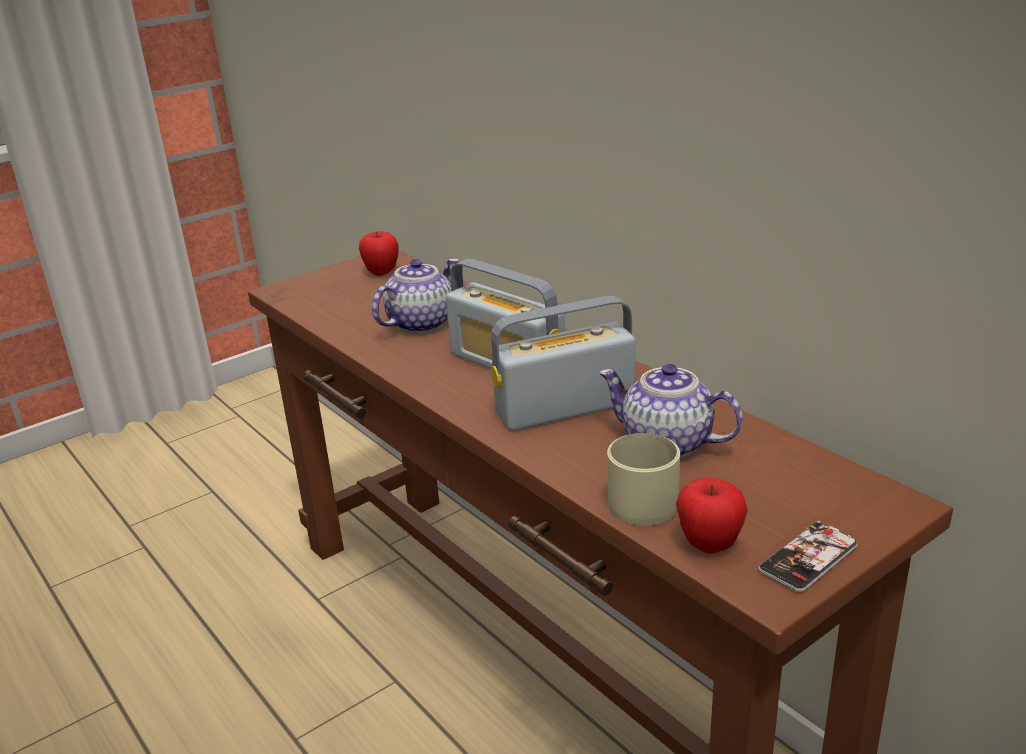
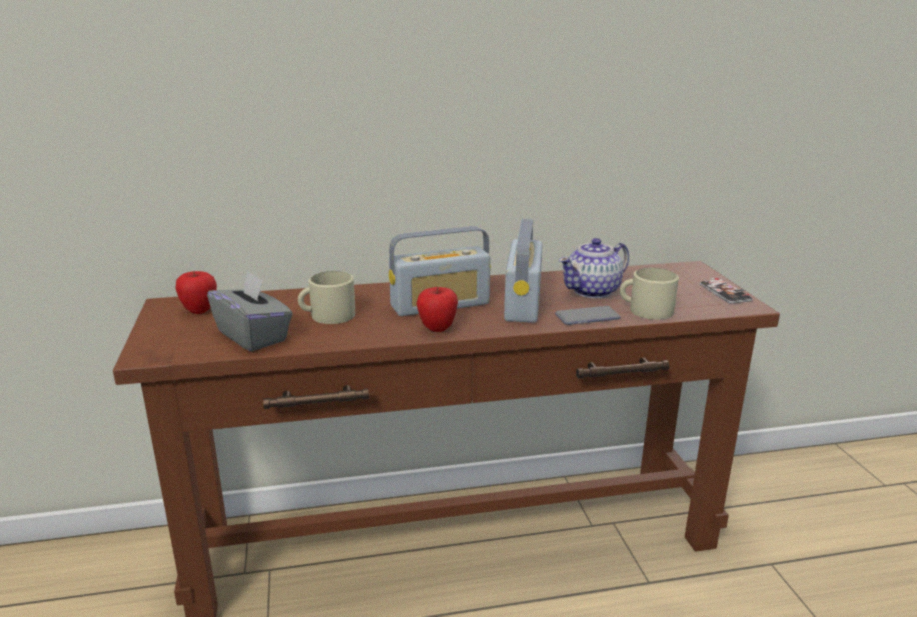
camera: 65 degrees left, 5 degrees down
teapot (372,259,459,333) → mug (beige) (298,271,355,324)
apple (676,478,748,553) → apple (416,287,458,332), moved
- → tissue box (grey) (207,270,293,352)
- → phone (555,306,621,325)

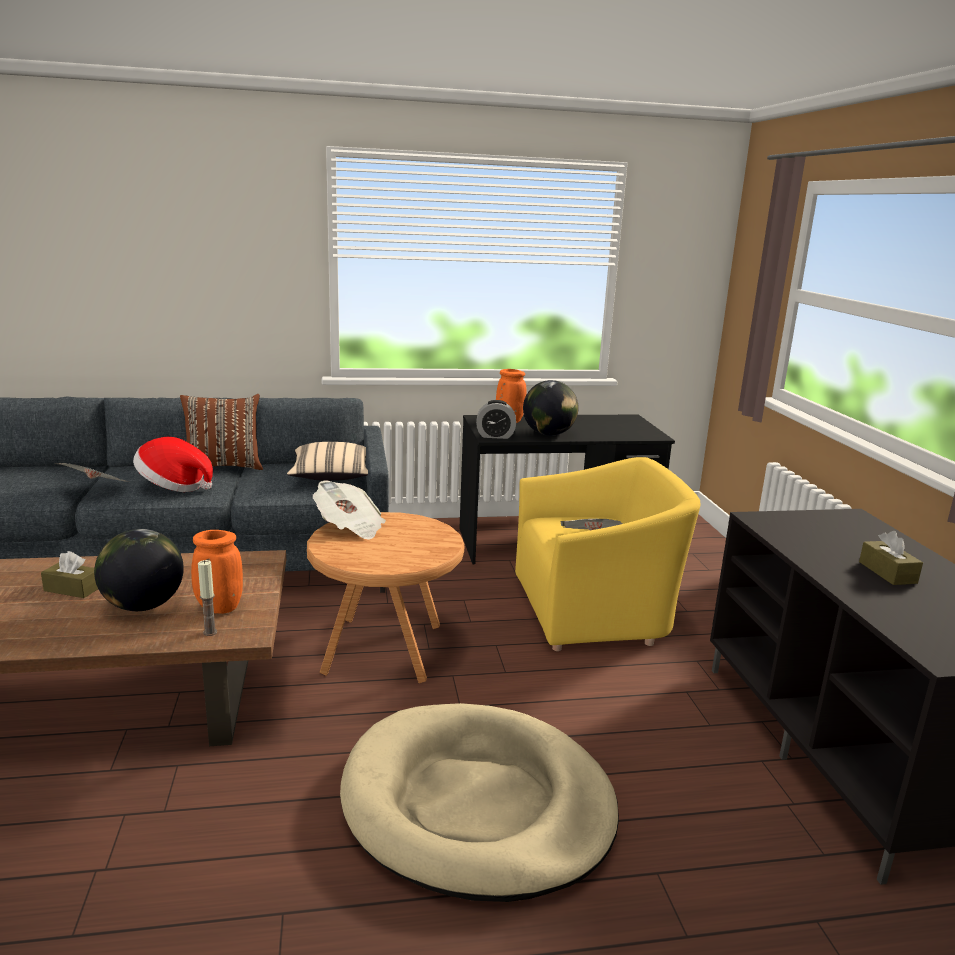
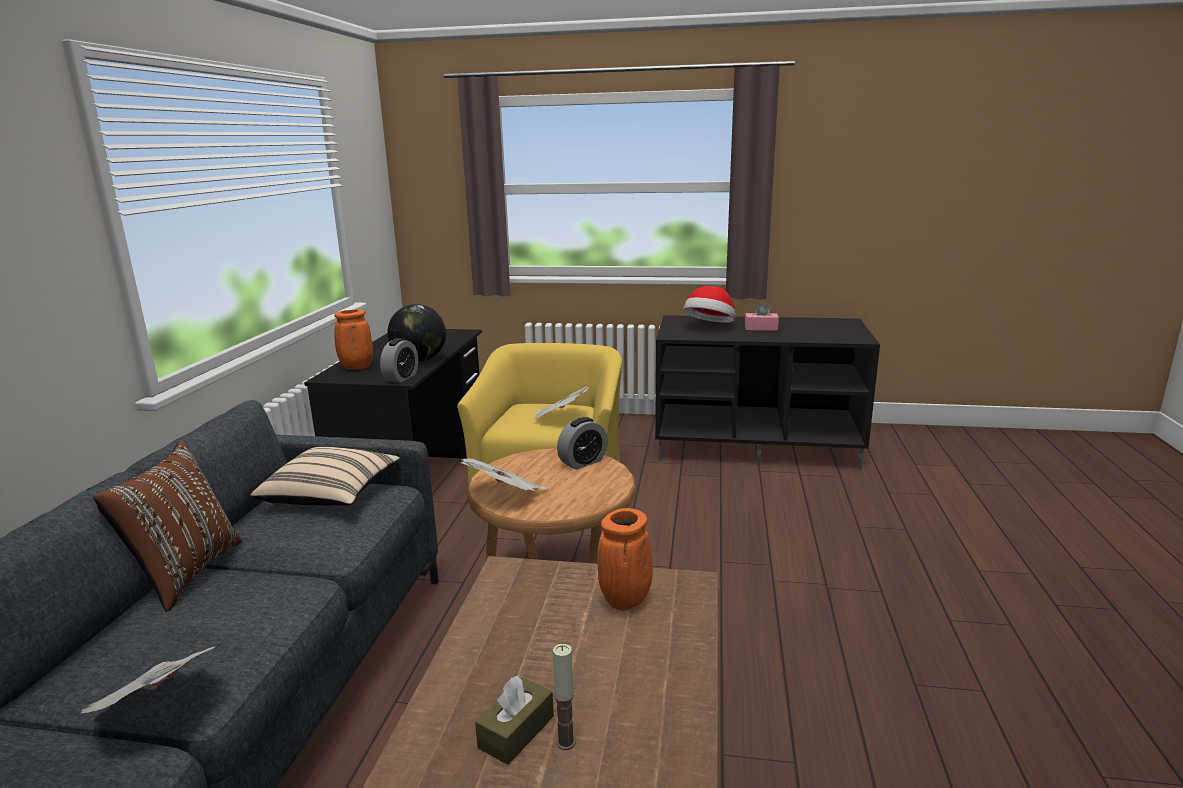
camera: 70 degrees left, 0 degrees up
hat (133,437,213,492) → hat (683,286,736,323), moved
globe (94,529,184,611) → -
tissue box (brown) (859,531,923,585) → tissue box (pink) (745,302,779,331)
candle (198,560,217,636) → candle (553,644,576,750), moved
dog bed (beige) (340,703,619,902) → -
- → alarm clock (557,417,608,470)

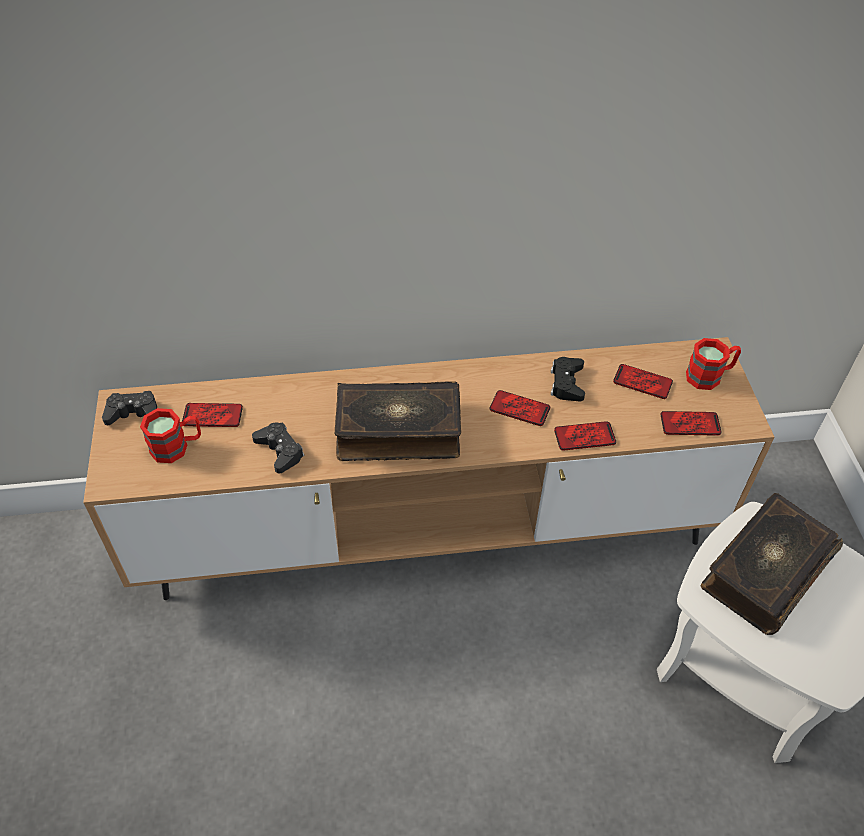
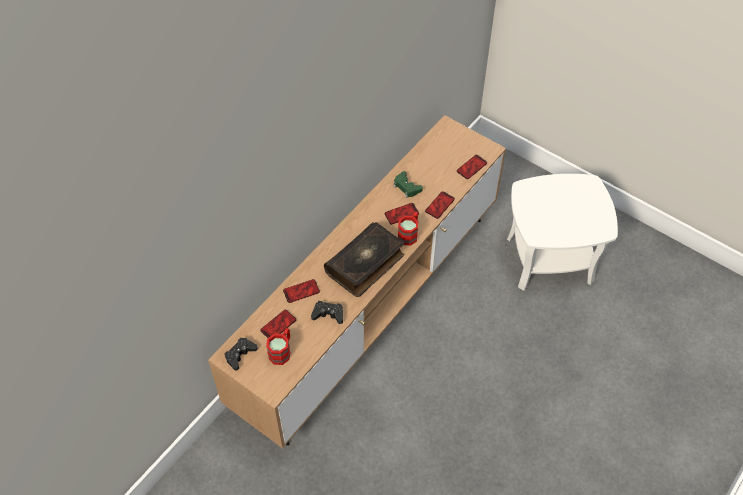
camera: 45 degrees left, 5 degrees up
mug (red) (686,338,741,390) → mug (red) (398,212,418,246), moved
game controller (black) (551,357,585,402) → game controller (green) (394,171,423,198)
phone (613,364,673,399) → phone (283,279,320,303), moved
book (700,493,843,635) → -

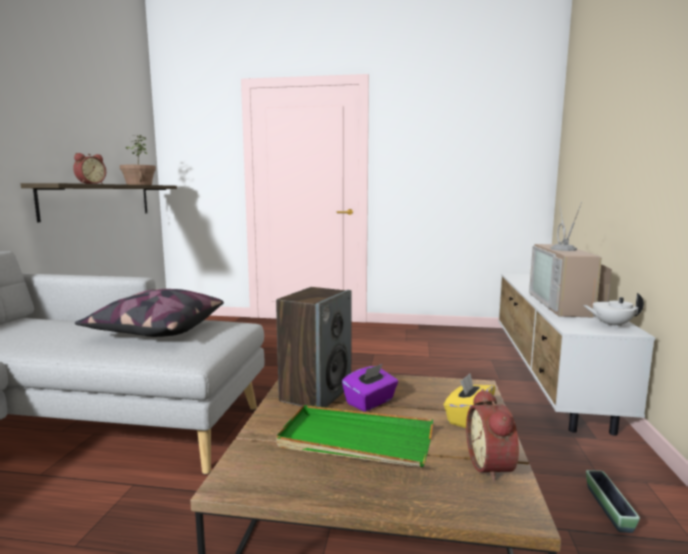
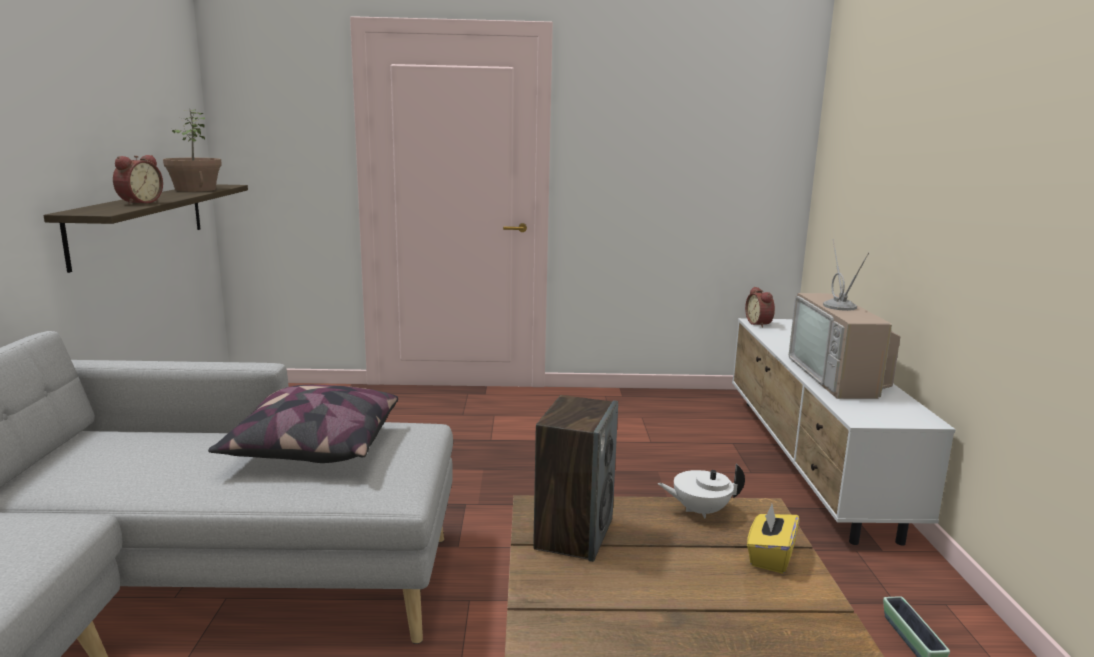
camera: 10 degrees left, 5 degrees up
teapot (white) (583,293,644,328) → teapot (white) (658,464,745,518), moved
tissue box (purple) (342,364,398,412) → -
alarm clock (466,389,519,483) → alarm clock (745,286,775,328), moved
tray (green) (276,405,433,467) → -

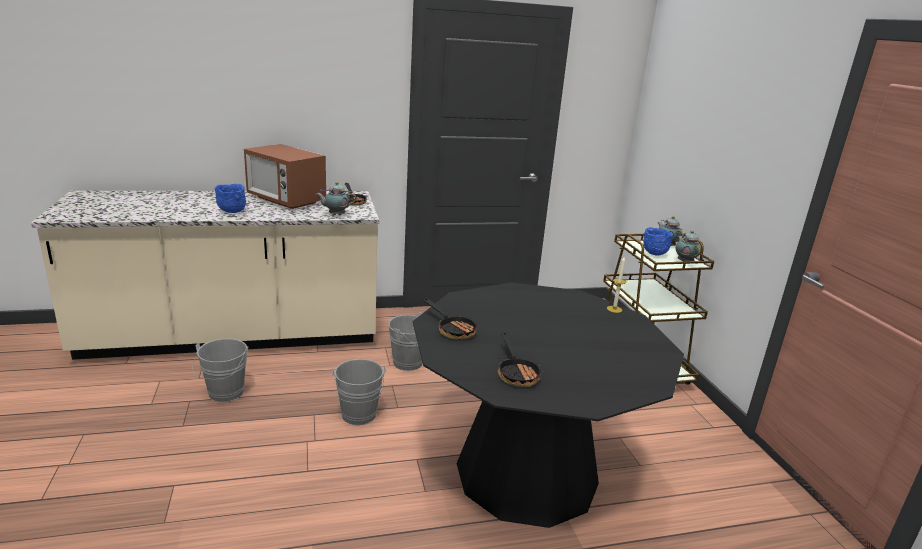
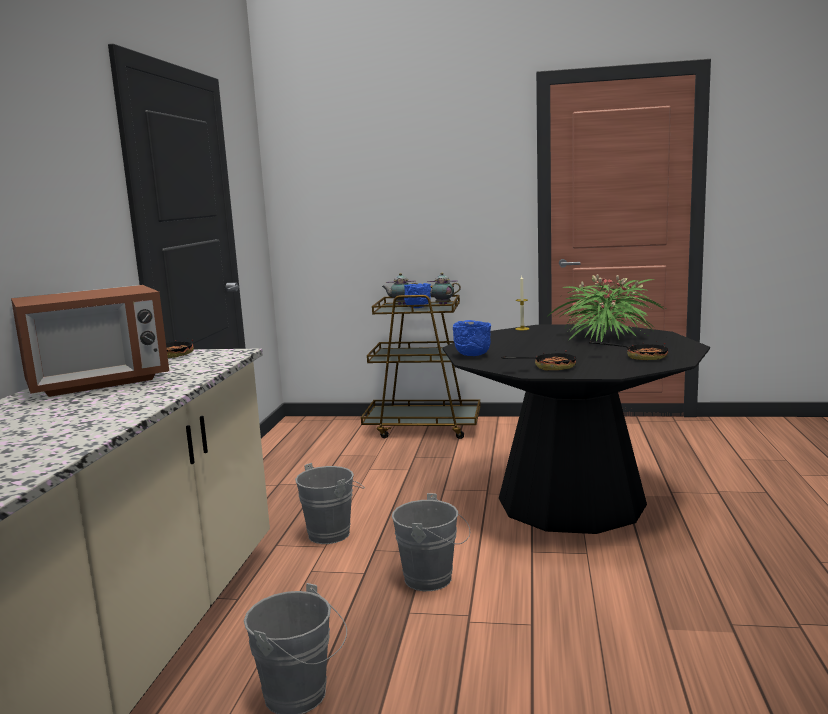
camera: 65 degrees left, 10 degrees down
teapot (315,182,357,215) → -
bowl (blue) (214,184,246,213) → bowl (blue) (453,320,491,356), moved
- → potted plant (547,274,665,342)

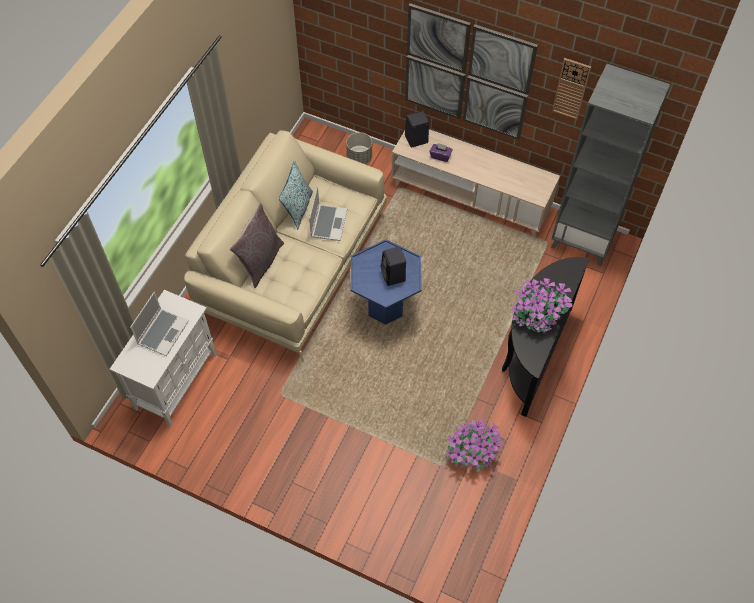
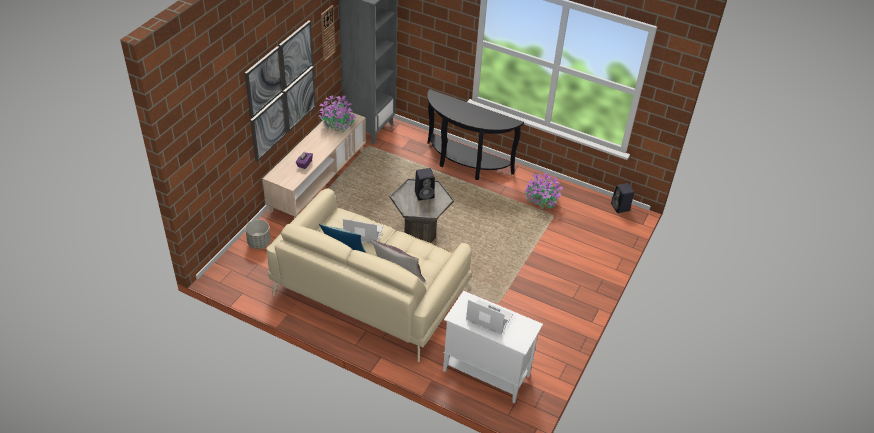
camera: 90 degrees left, 15 degrees down
speaker (black) (405,110,429,147) → speaker (black) (611,183,634,213), moved
side table (blue) (350,239,422,325) → side table (grey) (390,178,454,243)
potted plant (512,278,572,332) → potted plant (319,95,356,132), moved

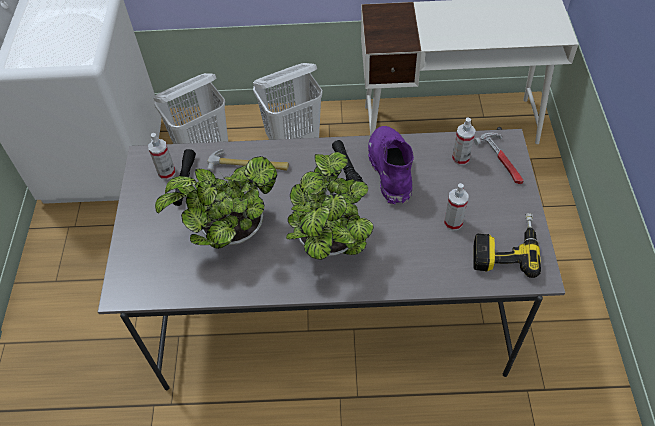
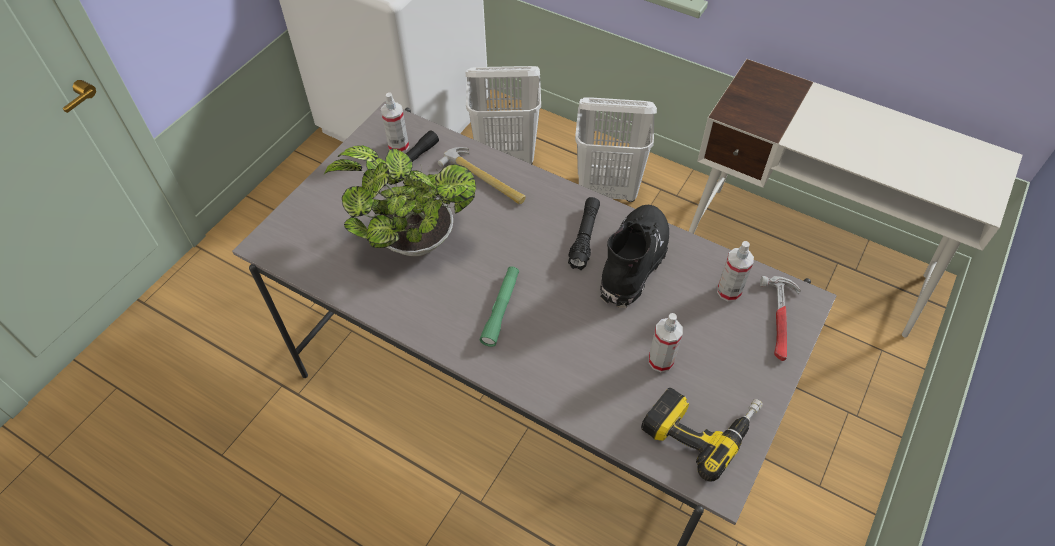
camera: 30 degrees right, 0 degrees up
boot (purple) (368,126,414,205) → boot (black) (600,205,669,308)
potted plant (286,152,374,260) → flashlight (green) (480,266,519,347)

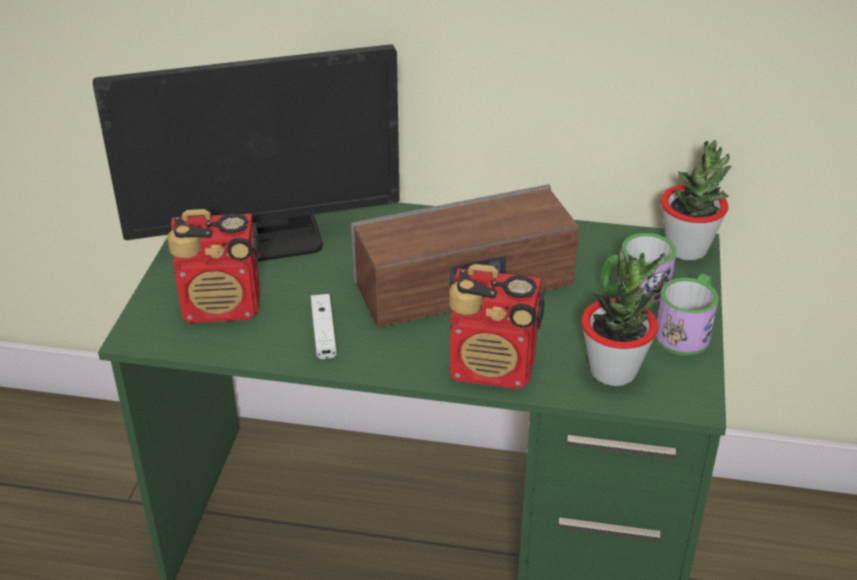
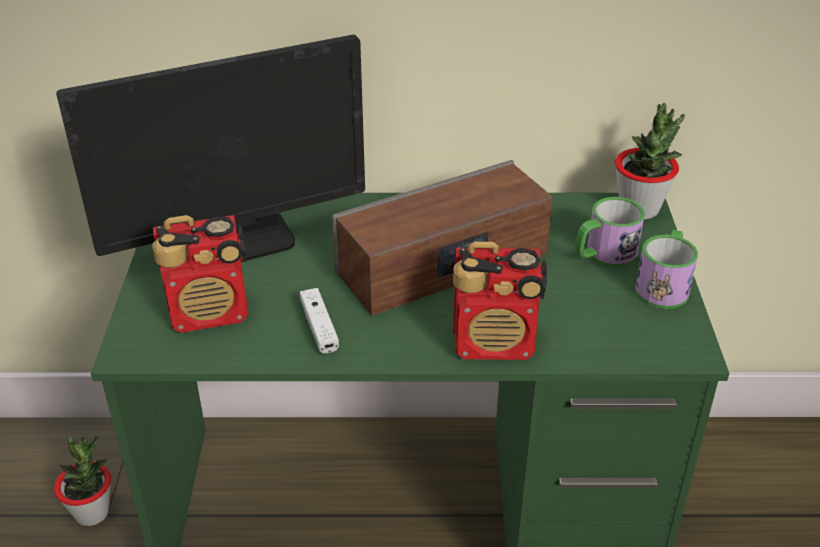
camera: 10 degrees left, 0 degrees up
potted plant (581,250,665,386) → potted plant (54,436,111,526), moved

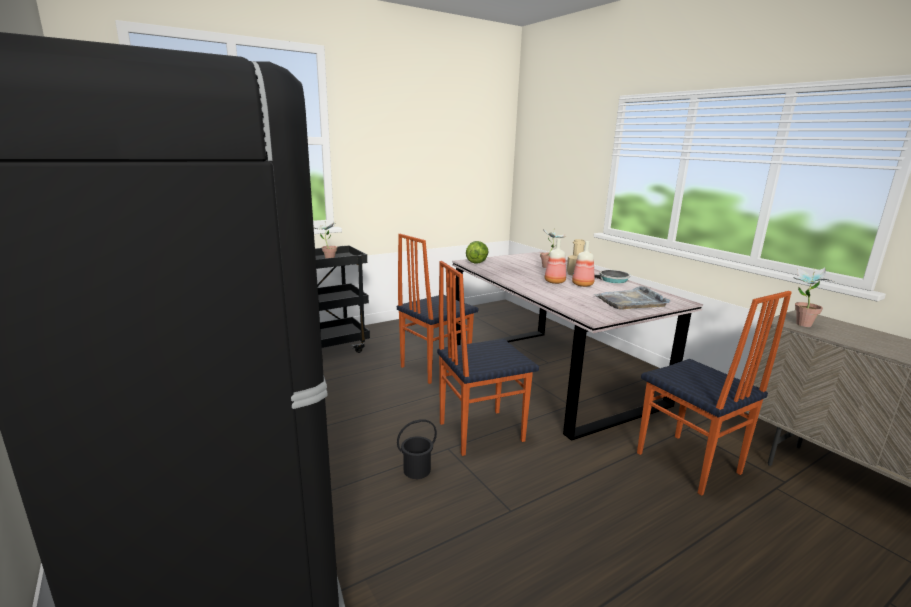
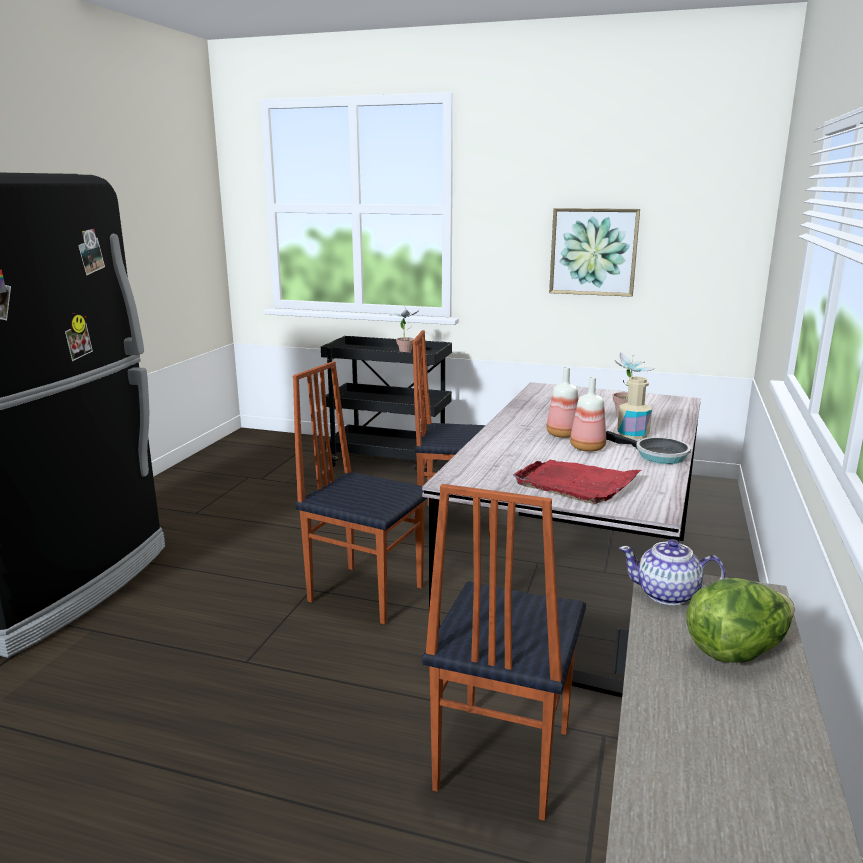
camera: 50 degrees right, 0 degrees up
lettuce (466,241,489,264) → lettuce (686,578,794,663), moved
potted plant (793,267,836,327) → teapot (619,539,725,605)
tray (grey) (594,286,671,310) → tray (red) (513,460,641,504)
bucket (black) (397,419,437,479) → -
- → picture (549,208,640,297)

